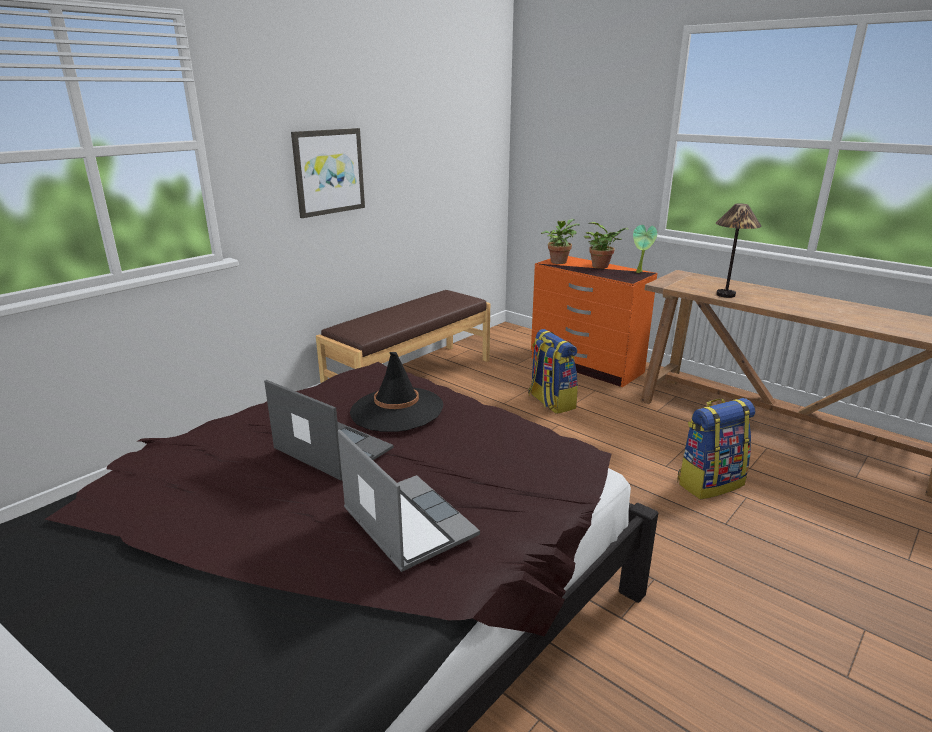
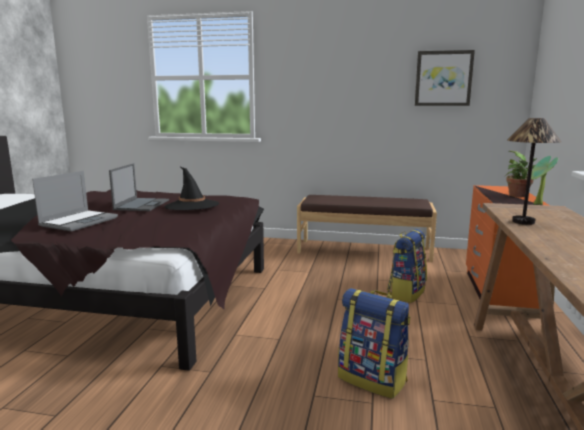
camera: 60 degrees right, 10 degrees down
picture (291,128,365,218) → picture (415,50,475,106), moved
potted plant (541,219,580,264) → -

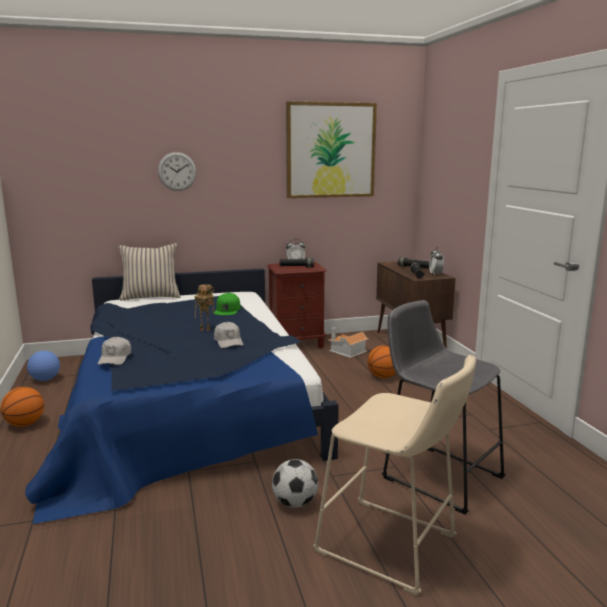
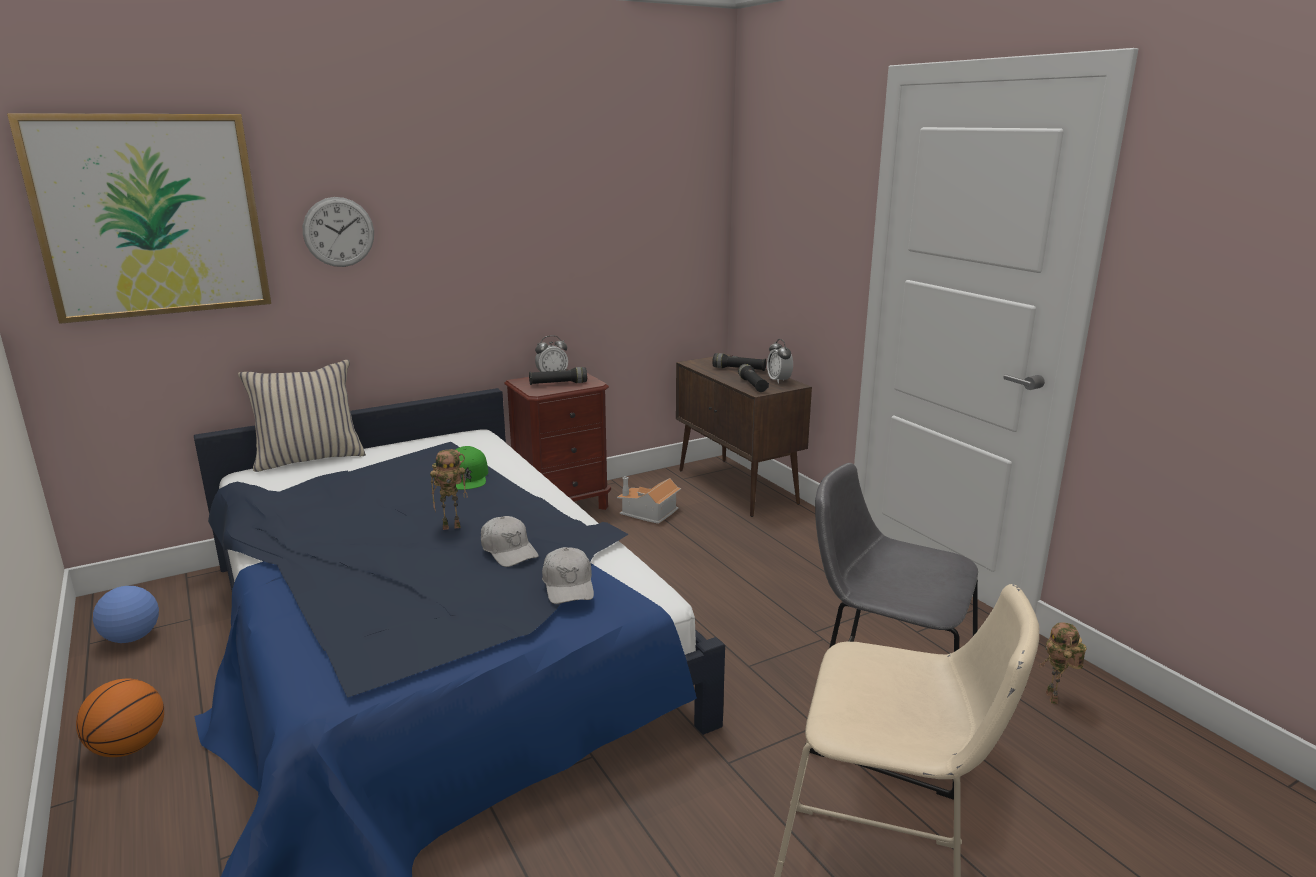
camera: 15 degrees left, 5 degrees up
picture (286,101,377,198) → picture (7,113,271,324), moved
cap (white) (98,336,131,365) → cap (white) (542,547,594,604), moved
basketball (367,346,396,378) → -
football (272,459,318,508) → -
- → toy robot (1038,622,1087,704)

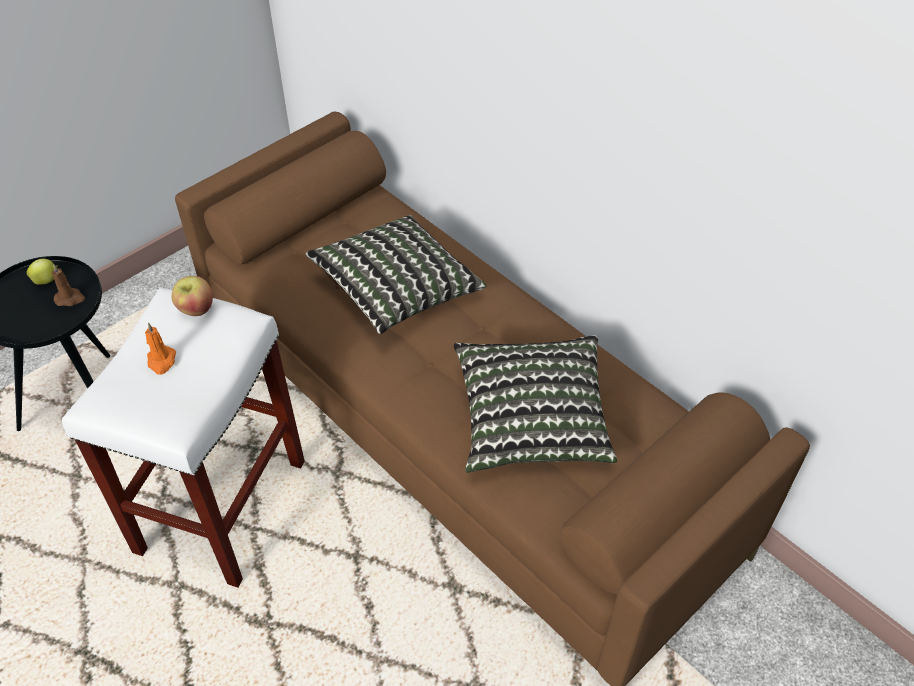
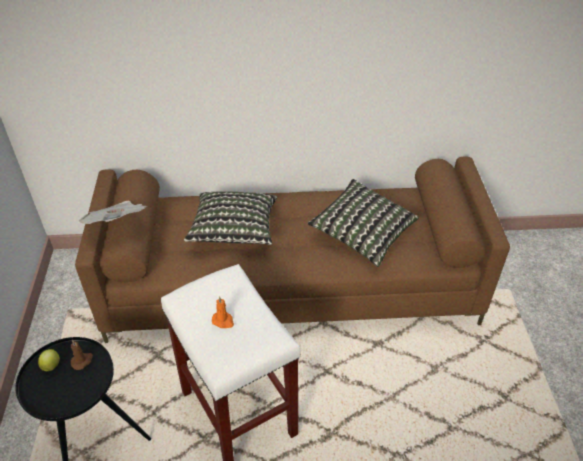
camera: 50 degrees left, 5 degrees down
apple (172,276,213,316) → -
- → newspaper (79,201,148,224)

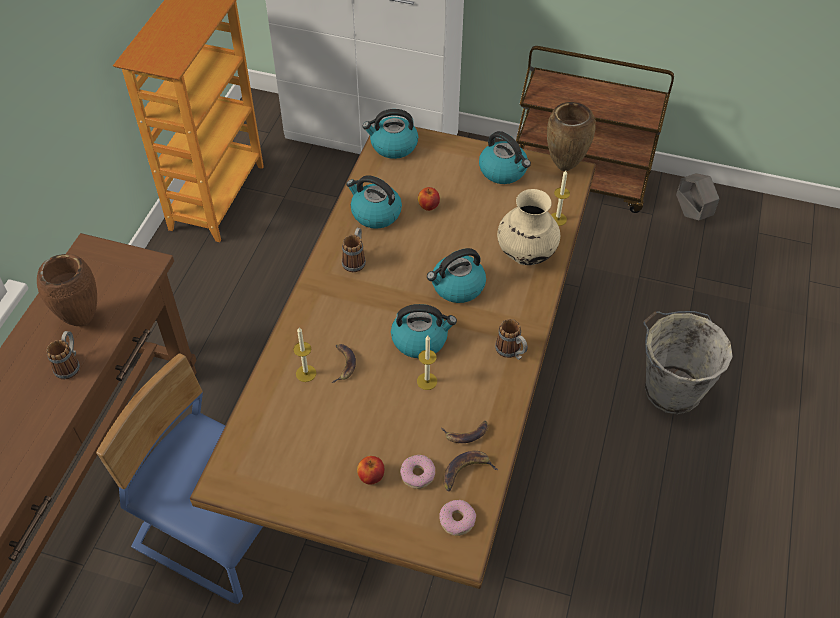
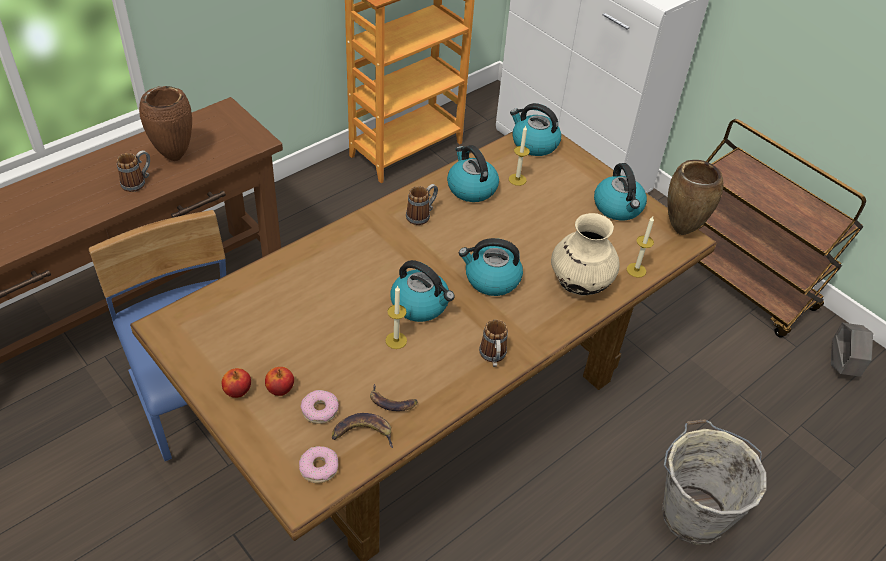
camera: 30 degrees right, 5 degrees down
apple (418,187,440,211) → apple (222,368,251,398), moved
candle (293,327,316,382) → candle (509,126,530,186), moved
banana (332,344,356,383) → -

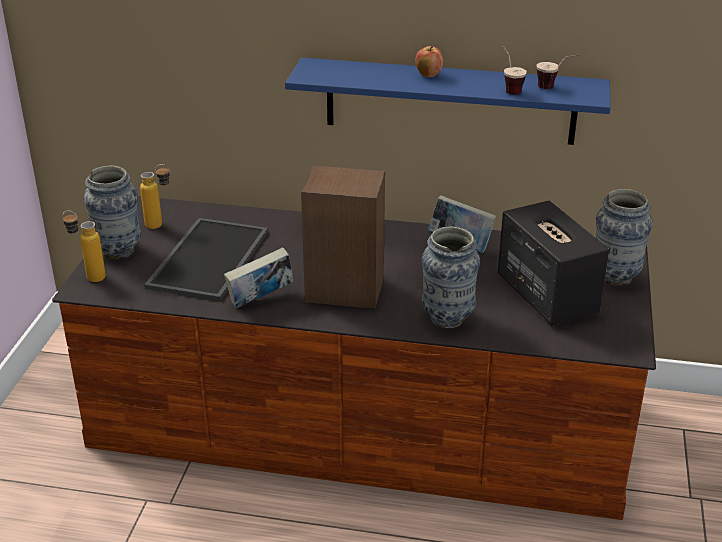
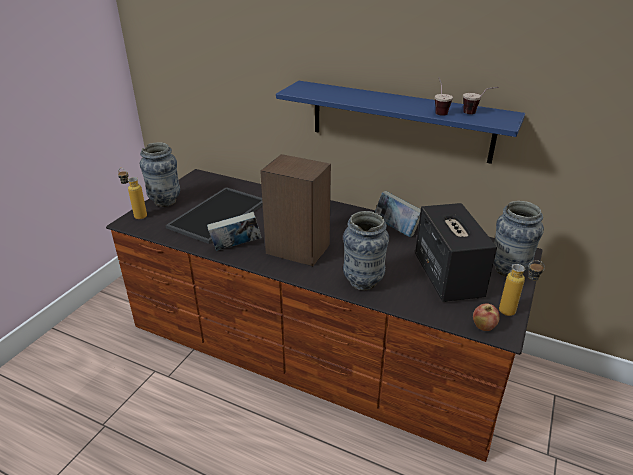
camera: 15 degrees right, 0 degrees up
apple (415,46,443,77) → apple (473,303,500,331), moved
bottle (140,164,170,229) → bottle (499,260,545,316), moved

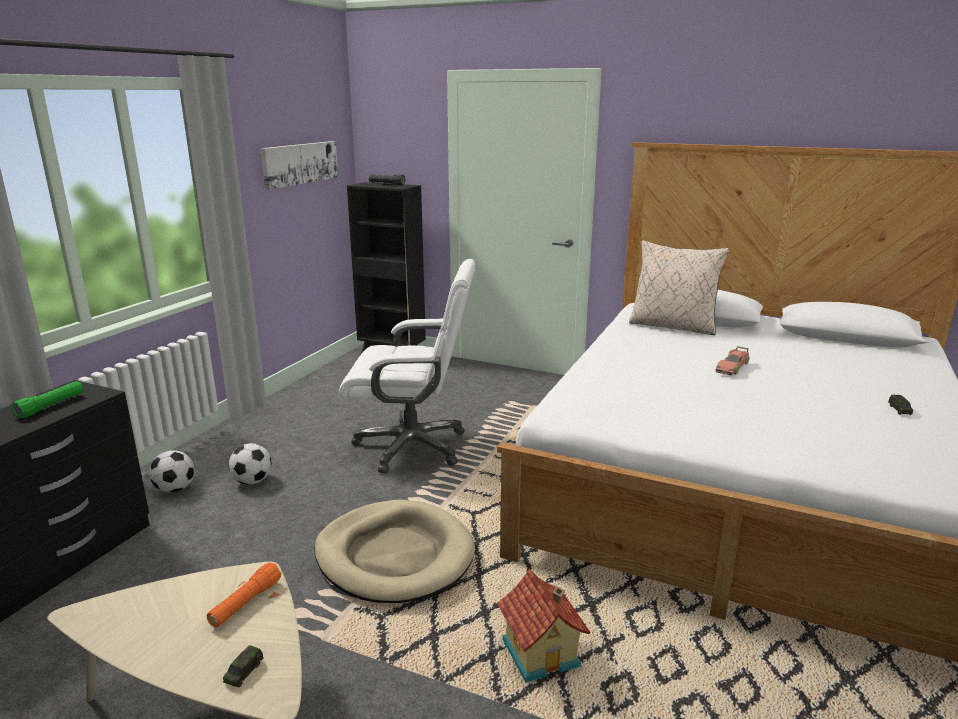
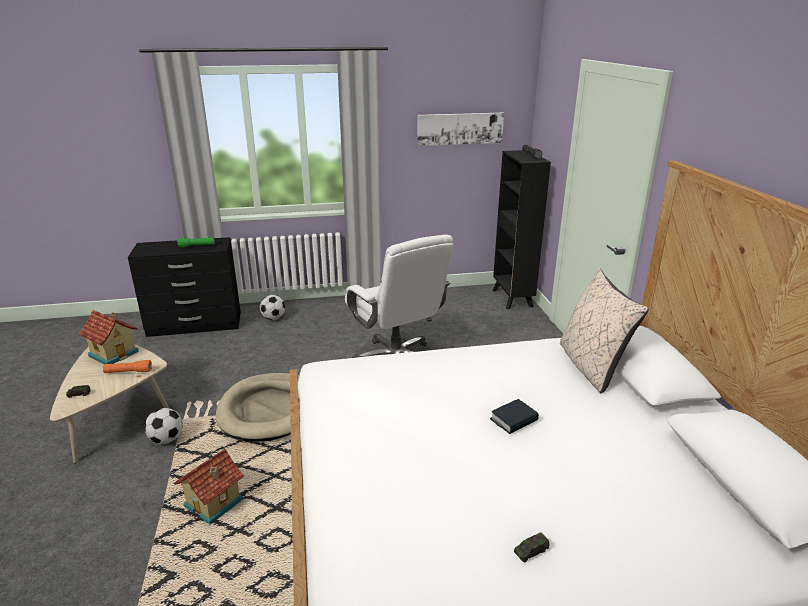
camera: 55 degrees right, 5 degrees up
toy car (716,346,750,376) → book (490,399,539,434)
football (229,443,272,485) → football (144,408,183,444), moved
- → toy house (78,310,139,364)

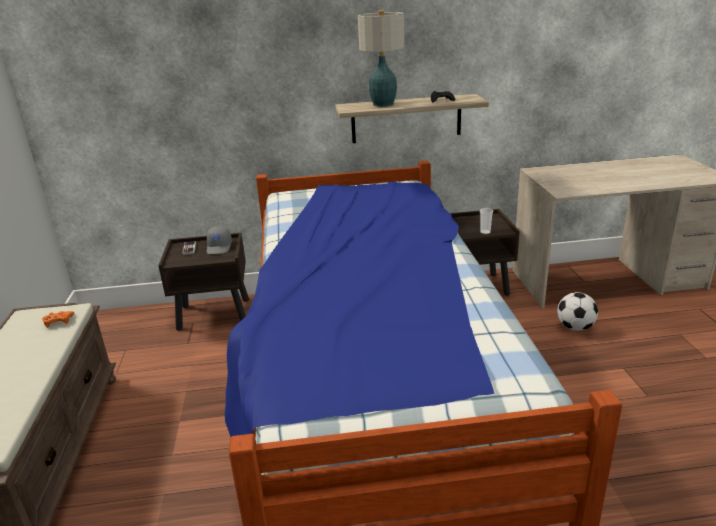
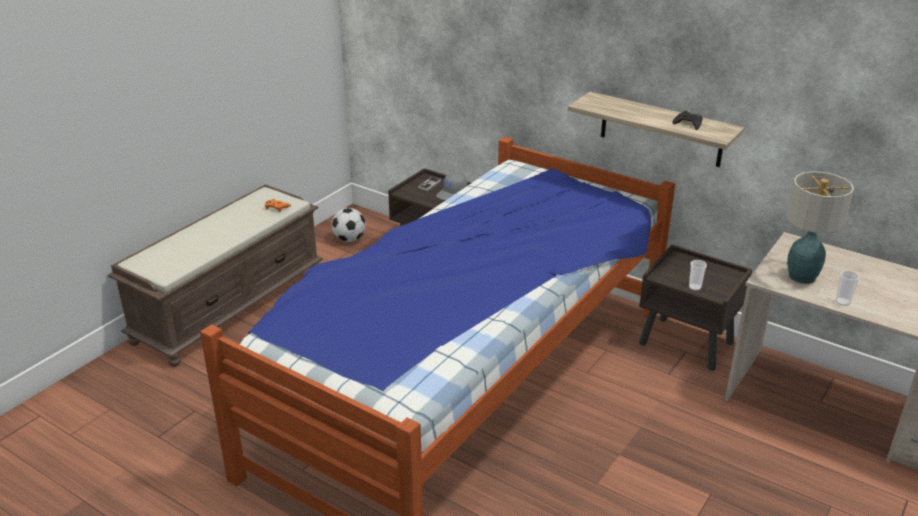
camera: 40 degrees right, 5 degrees up
table lamp (358,10,404,107) → table lamp (786,171,854,284), moved
football (557,292,598,331) → football (332,208,366,242), moved
- → cup (836,270,860,306)

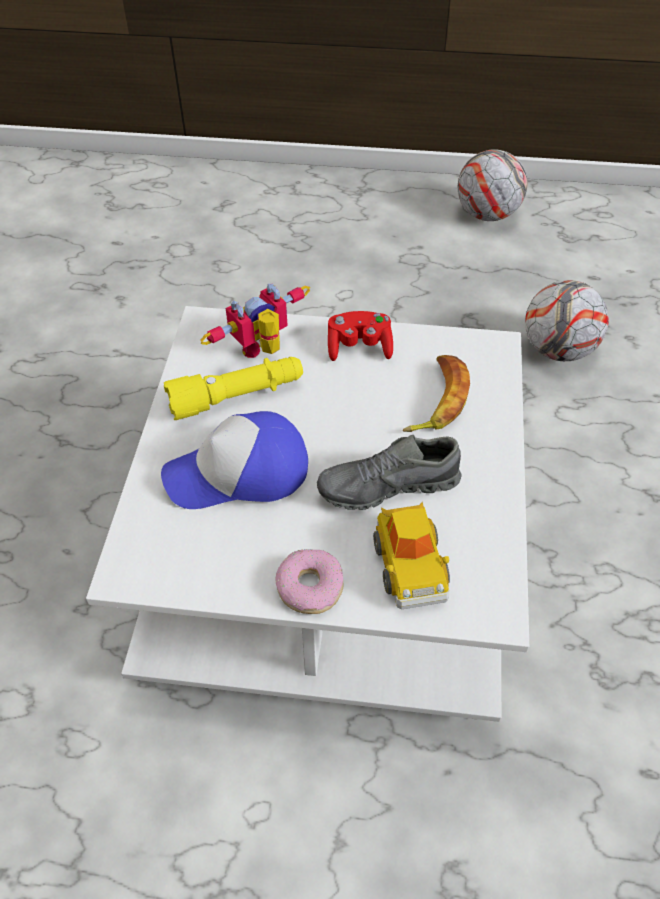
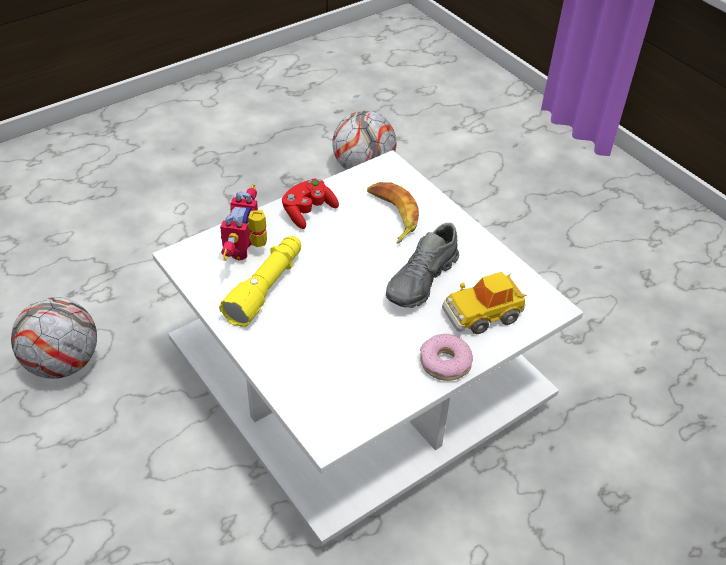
camera: 45 degrees left, 5 degrees down
football (458,149,527,221) → football (11,297,97,379), moved
cap (161,411,308,509) → -
toy car (373,501,450,609) → toy car (442,272,527,334), 120 degrees clockwise

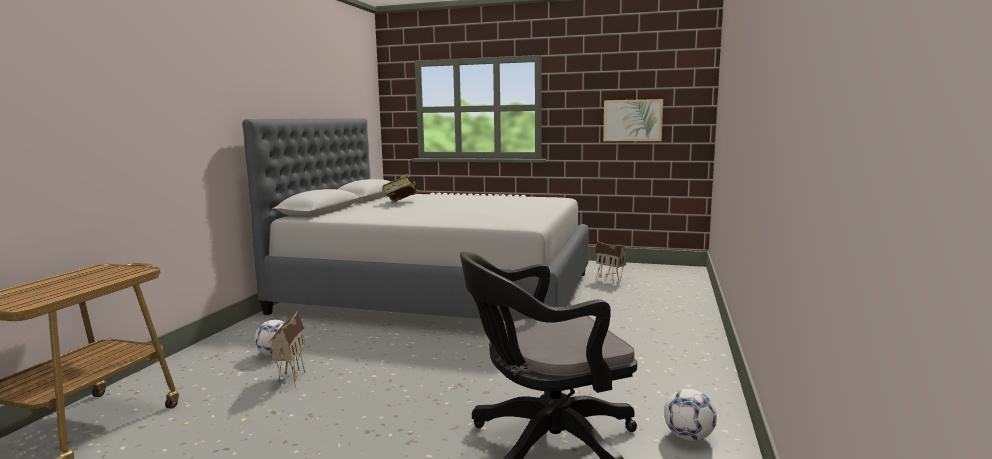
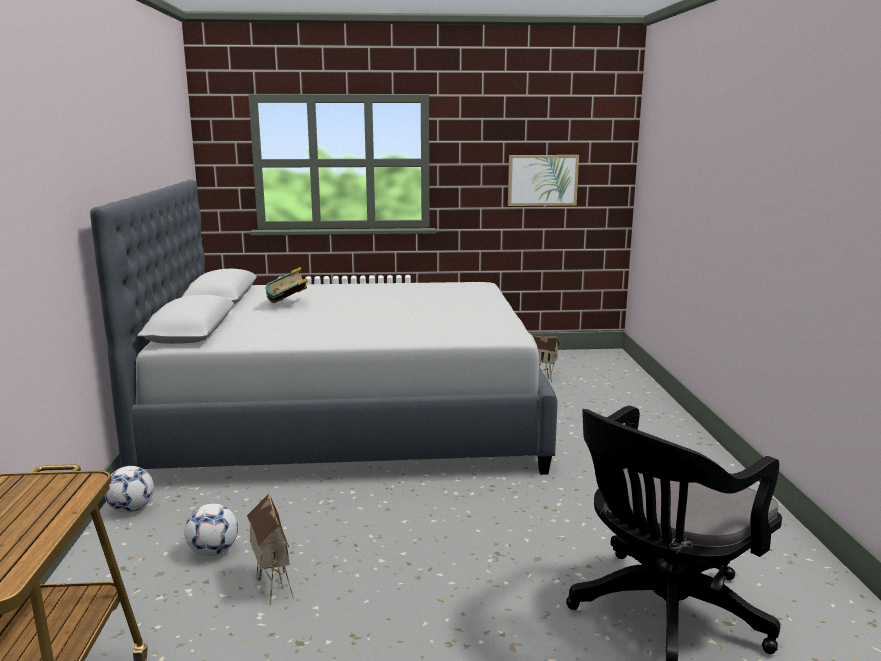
camera: 20 degrees left, 5 degrees up
football (664,389,717,441) → football (105,466,154,513), moved

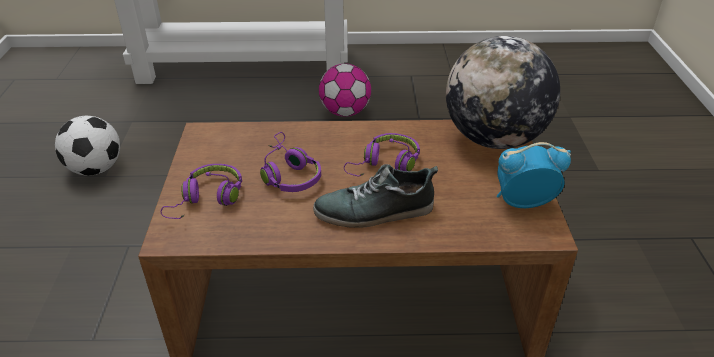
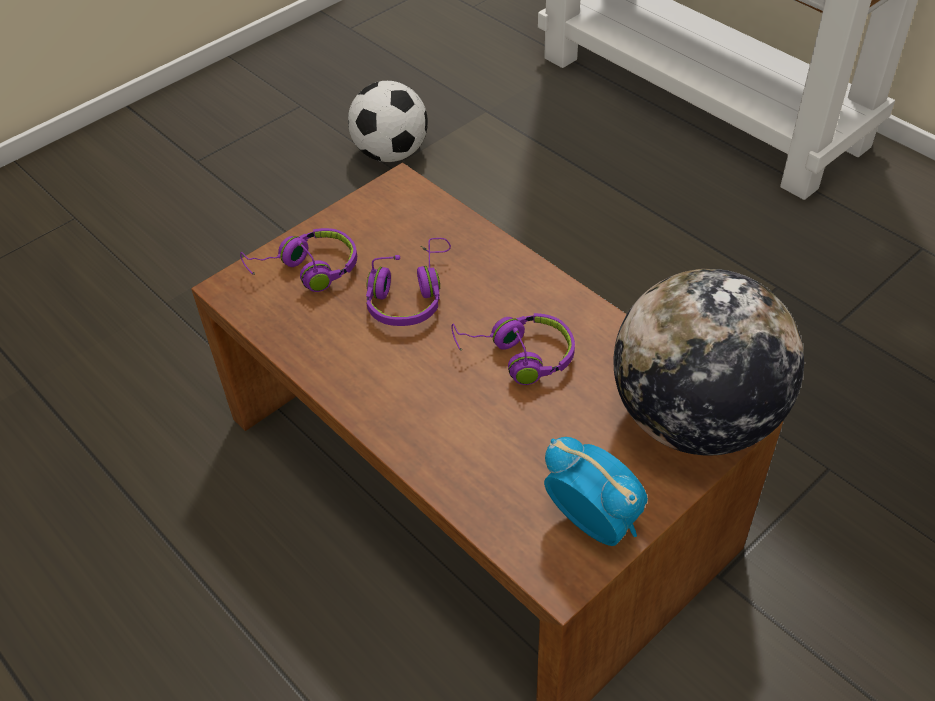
camera: 50 degrees right, 10 degrees up
football (319,64,371,117) → -
shoe (313,164,438,228) → -

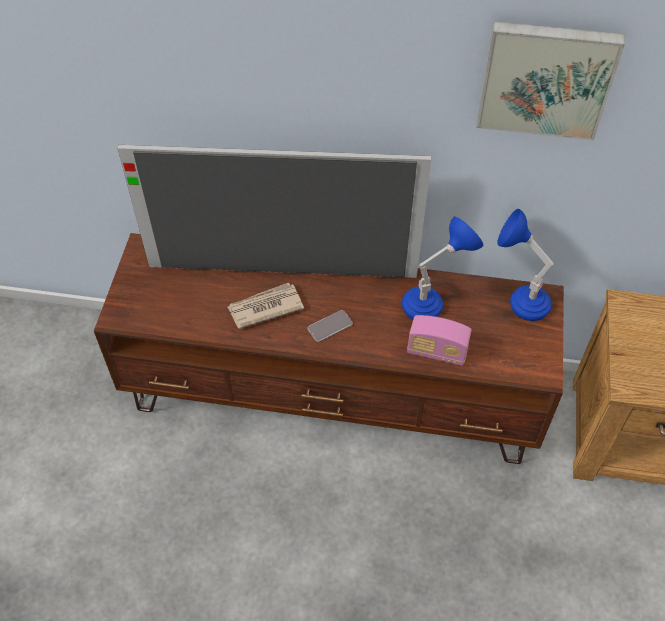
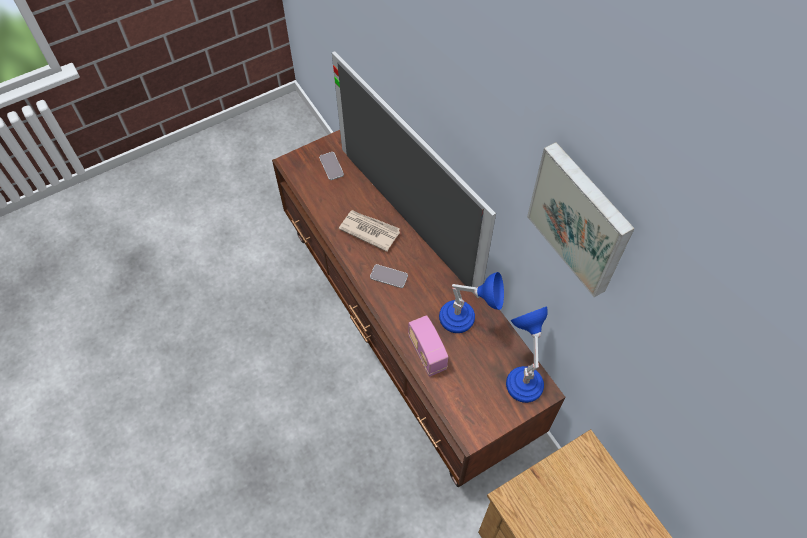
camera: 50 degrees right, 5 degrees up
- → phone (319,152,344,180)

